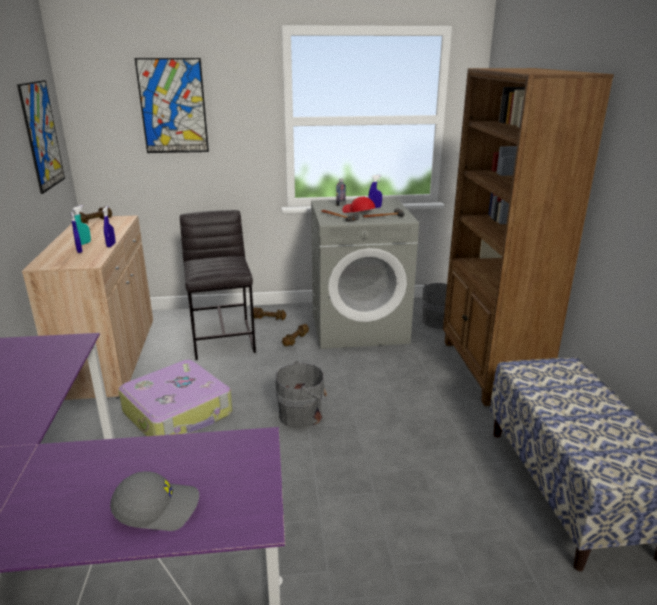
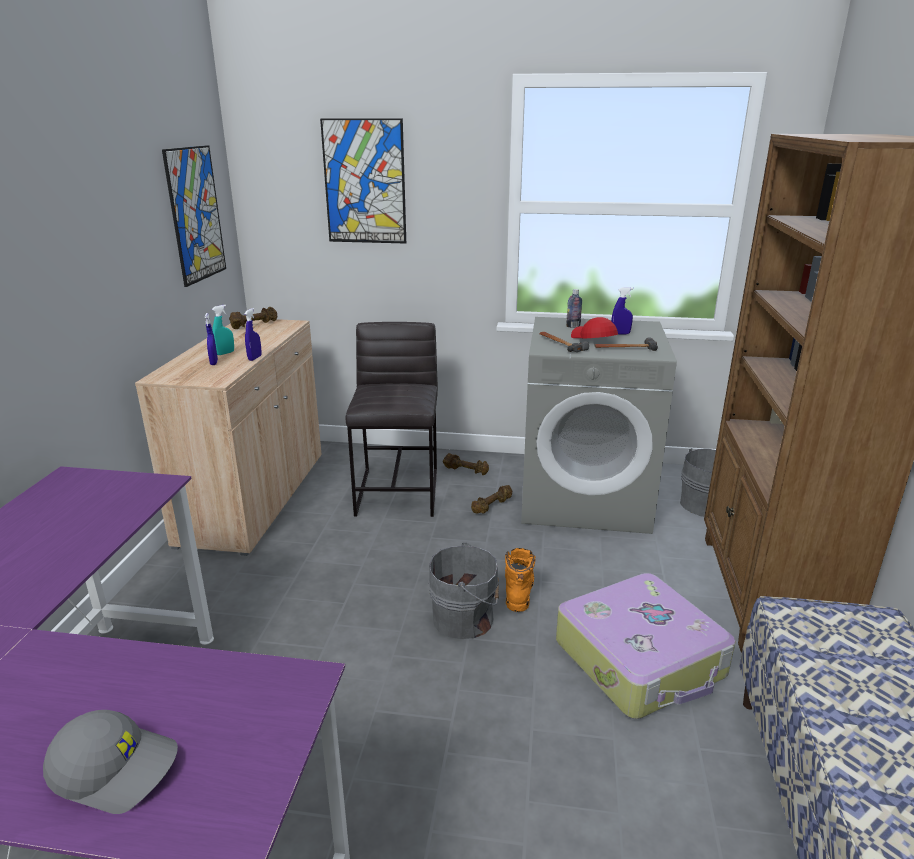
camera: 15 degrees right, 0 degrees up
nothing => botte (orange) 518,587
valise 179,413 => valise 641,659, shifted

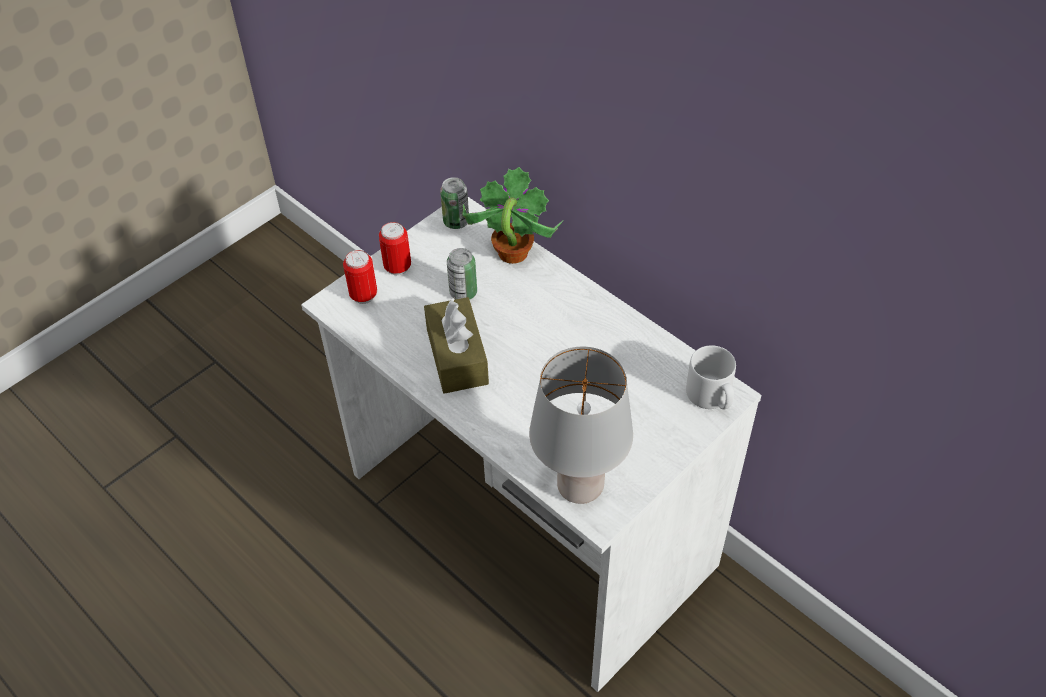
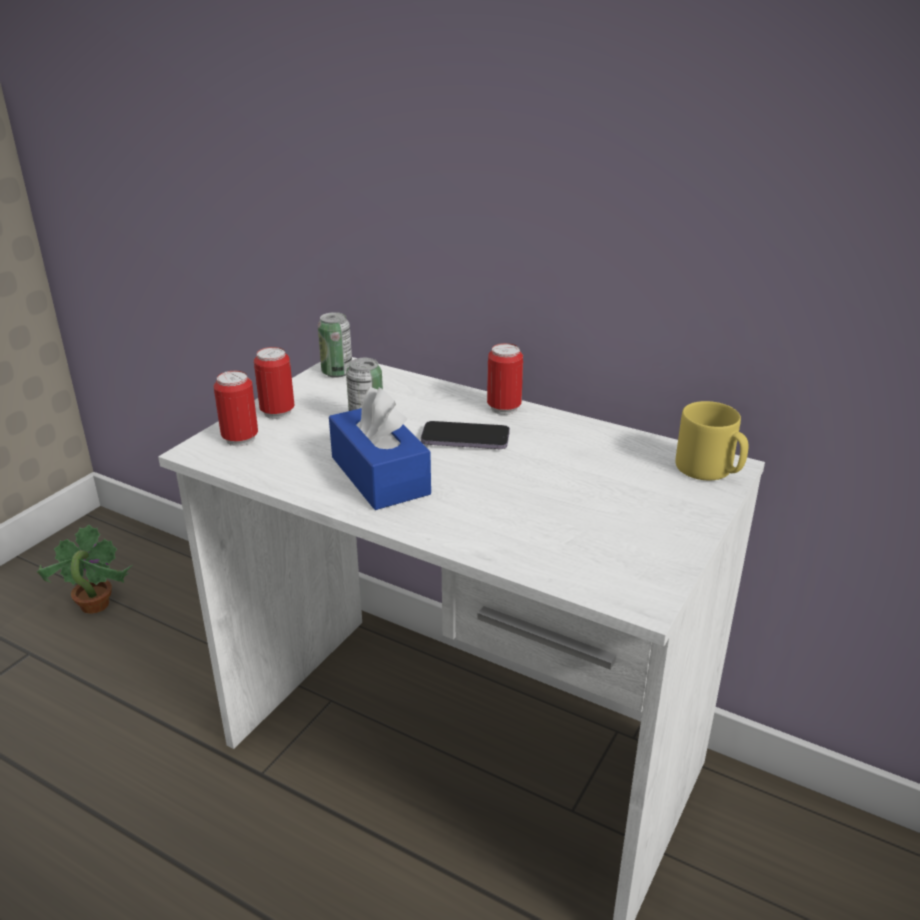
camera: 15 degrees left, 20 degrees down
lampe de table (gris) 580,488 => nothing
nothing => téléphone 465,438
nothing => boîte métallique 504,408
plante en pot 511,253 => plante en pot 94,605, shifted
boîte à mouchoirs (marron) 457,356 => boîte à mouchoirs (bleu) 380,475
mug (gris) 711,397 => mug (jaune) 709,470

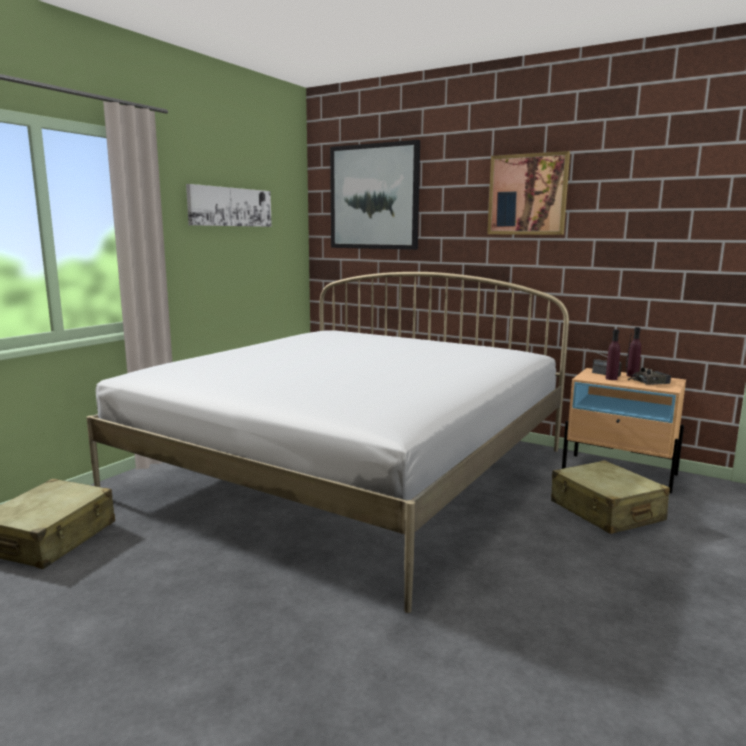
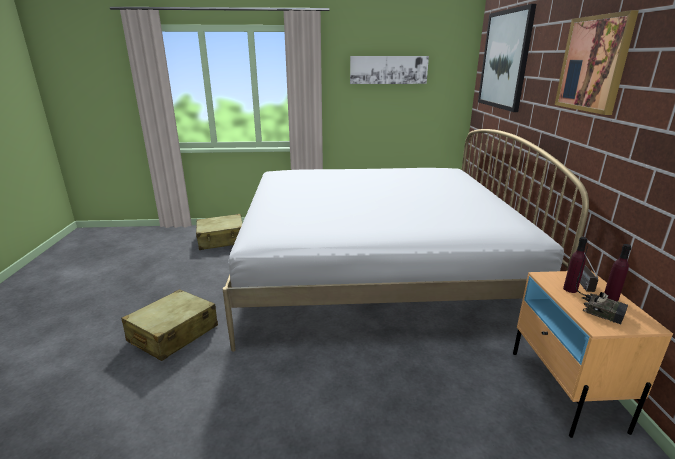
camera: 55 degrees right, 10 degrees up
valise (beige) 606,511 => valise (beige) 173,334, shifted

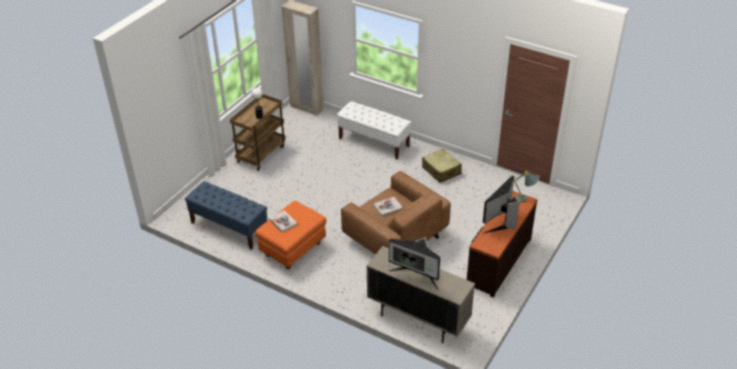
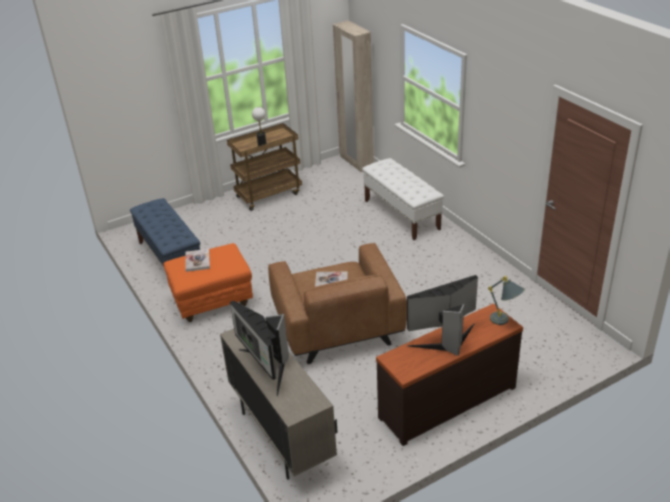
camera: 30 degrees right, 5 degrees down
valise (beige) 441,171 => nothing

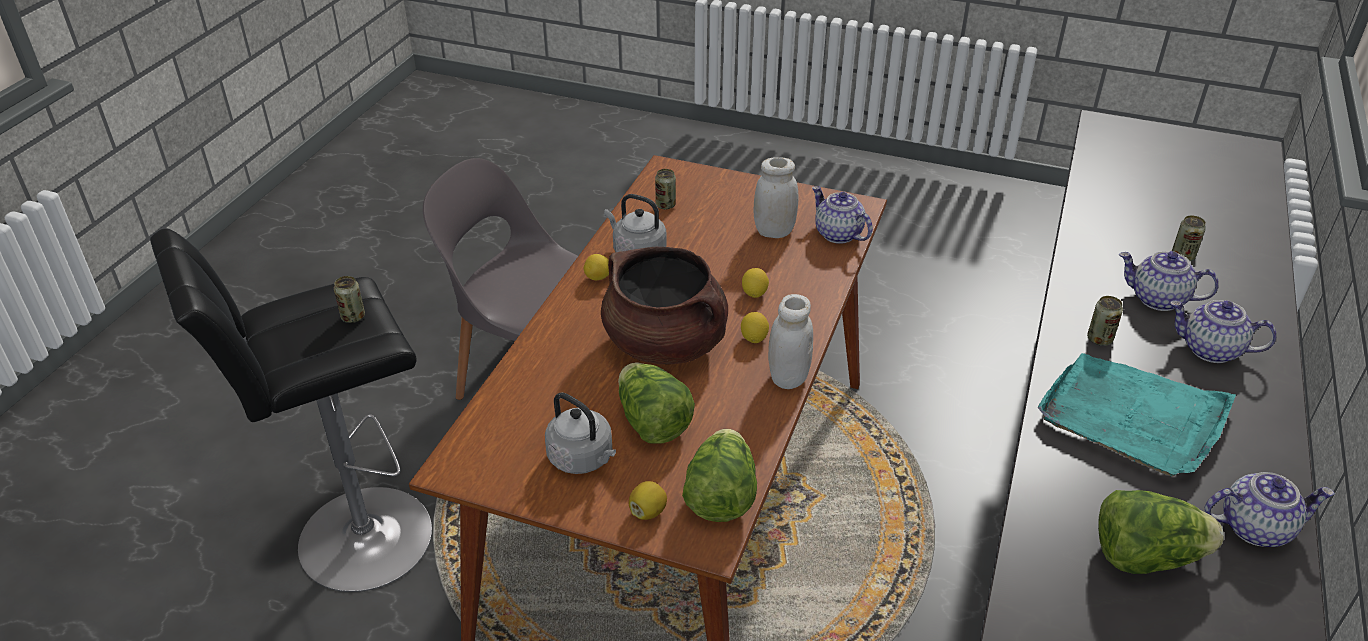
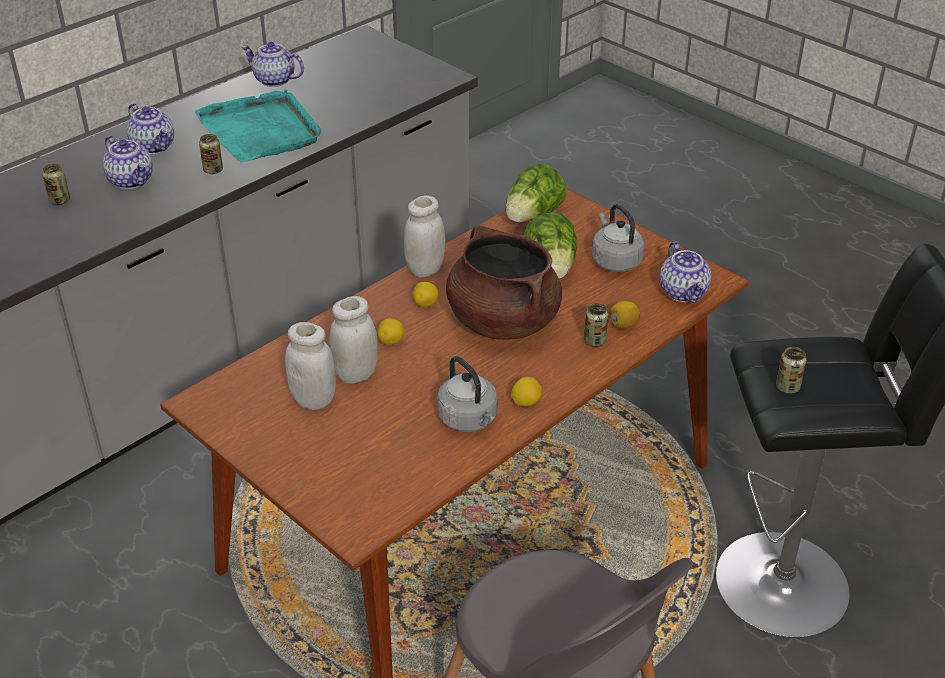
camera: 155 degrees left, 0 degrees up
laitue 1145,556 => nothing
nothing => bocal (blanc) 356,374
citron 648,511 => citron 623,325, shifted
boîte métallique 665,205 => boîte métallique 594,341, shifted
théière 837,234 => théière 684,292, shifted

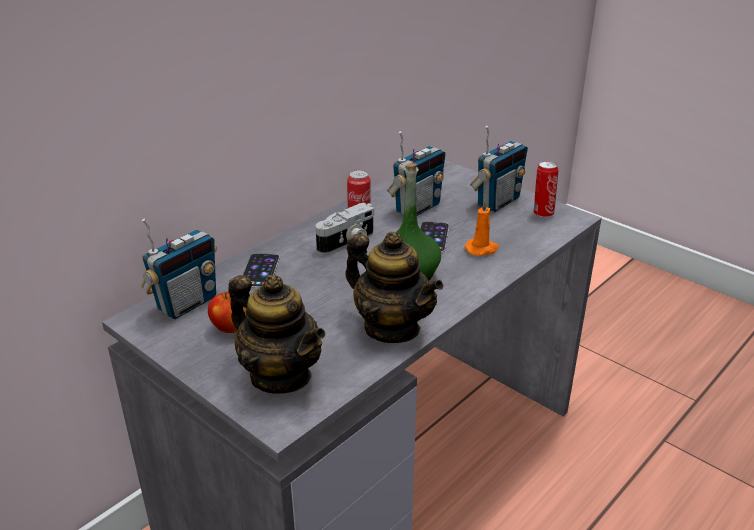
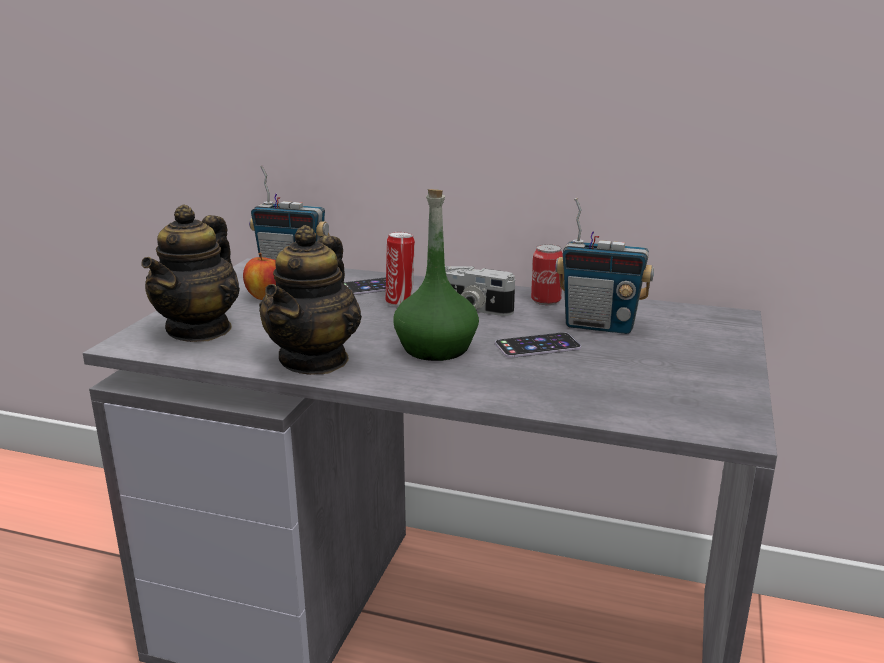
camera: 65 degrees right, 10 degrees down
bougie (orange) 482,249 => nothing
radio 497,202 => nothing
boîte métallique 542,213 => boîte métallique 400,302, shifted

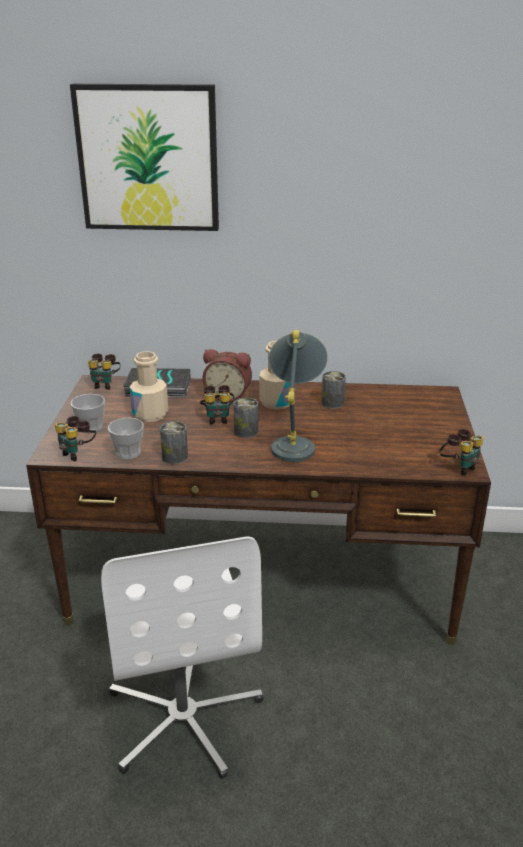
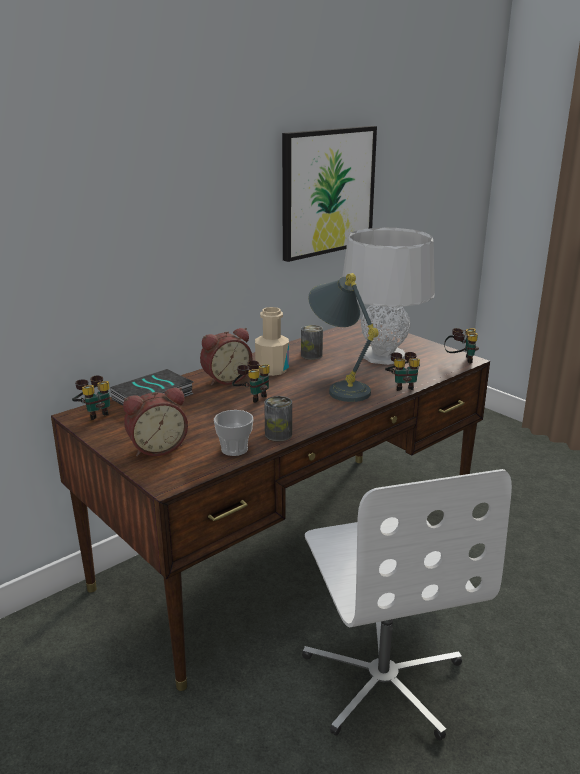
camera: 45 degrees left, 5 degrees down
bouteille (beige) 150,414 => nothing
boîte métallique 246,432 => nothing
nothing => lampe de table (gris) 383,356
jumelles 78,453 => jumelles 402,386, shifted
tableau 148,158 => tableau 327,192, shifted
tasse 91,427 => réveil 157,447
chaise de bureau (blanc) 184,716 => chaise de bureau (blanc) 383,678, 45 degrees clockwise

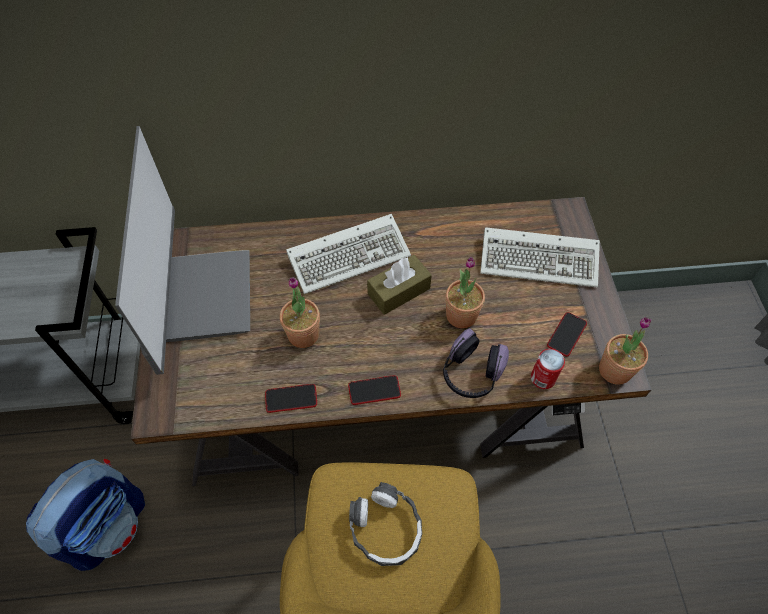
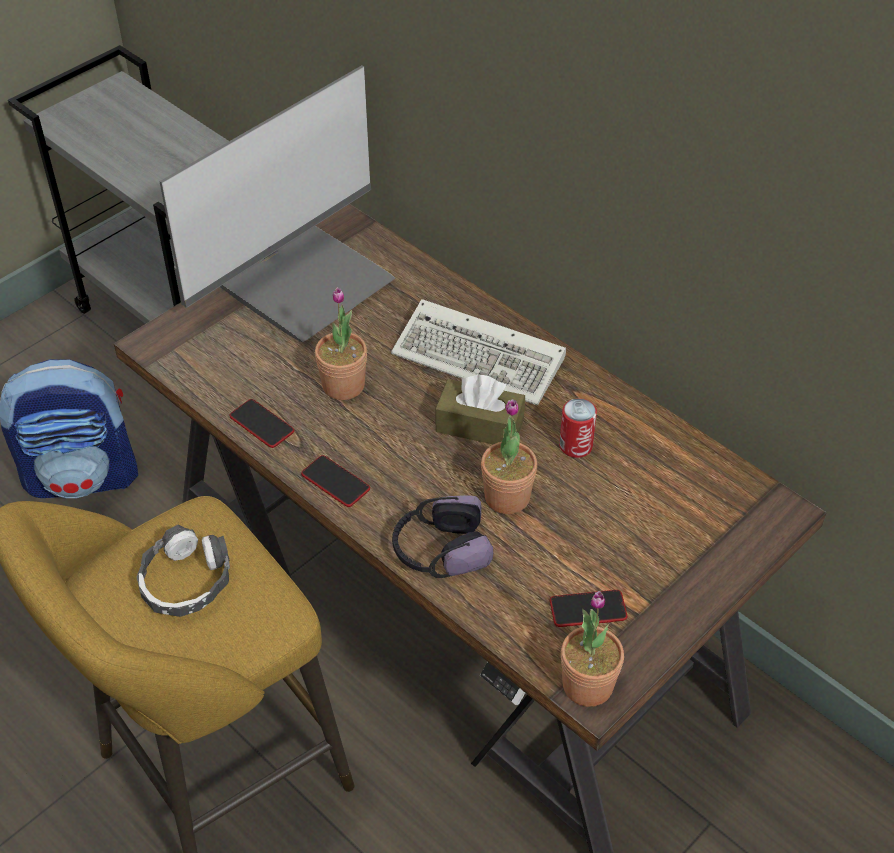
camera: 50 degrees right, 10 degrees down
clavier 541,260 => nothing
boîte métallique 543,378 => boîte métallique 575,446, shifted

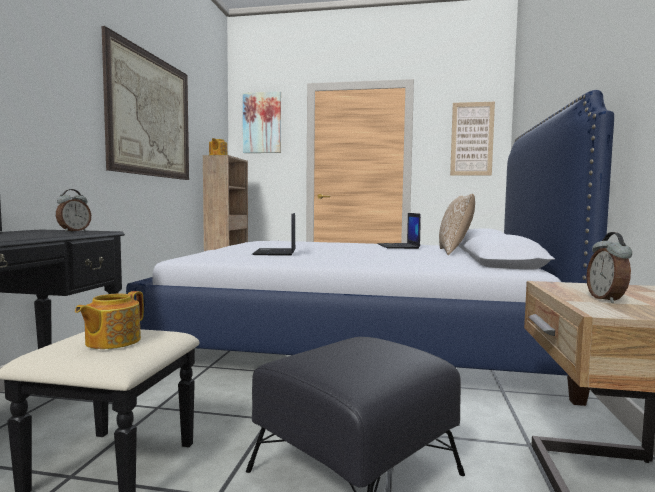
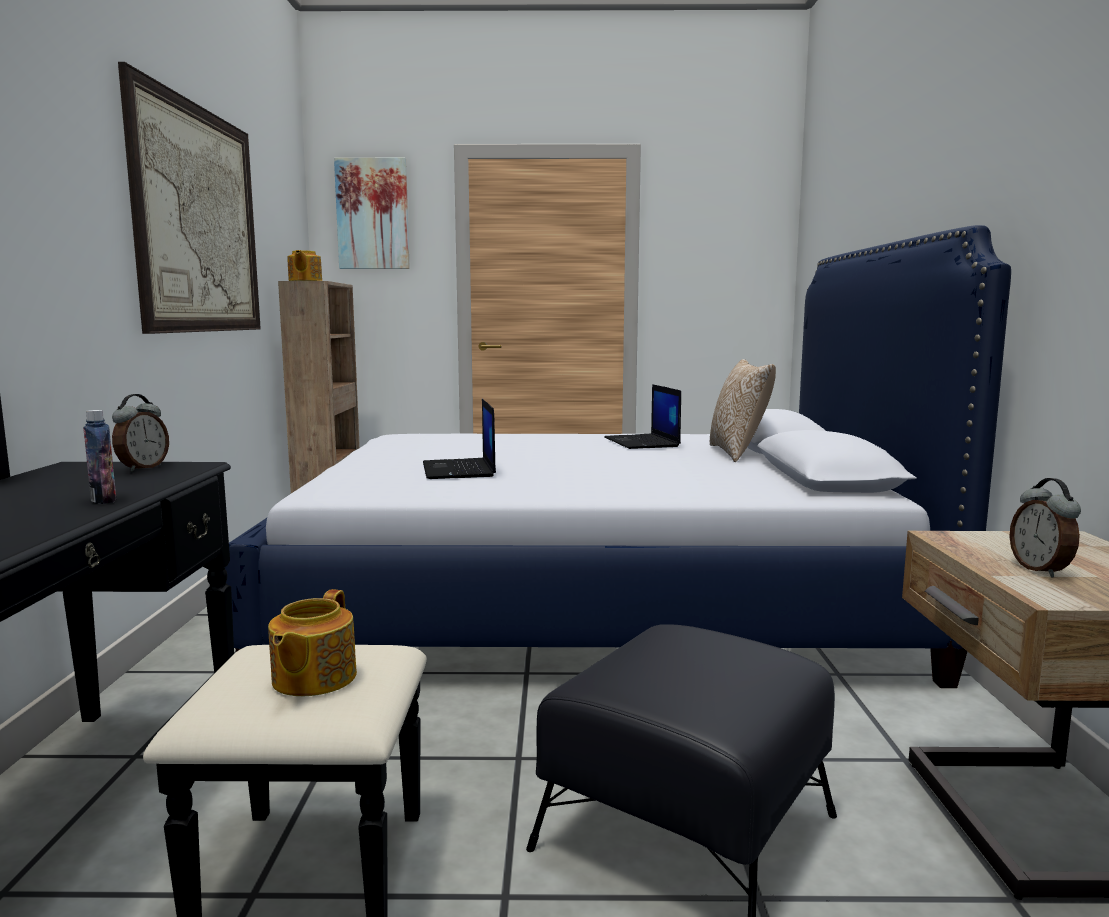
camera: 10 degrees left, 5 degrees up
tableau 472,139 => nothing
nothing => bouteille 103,500

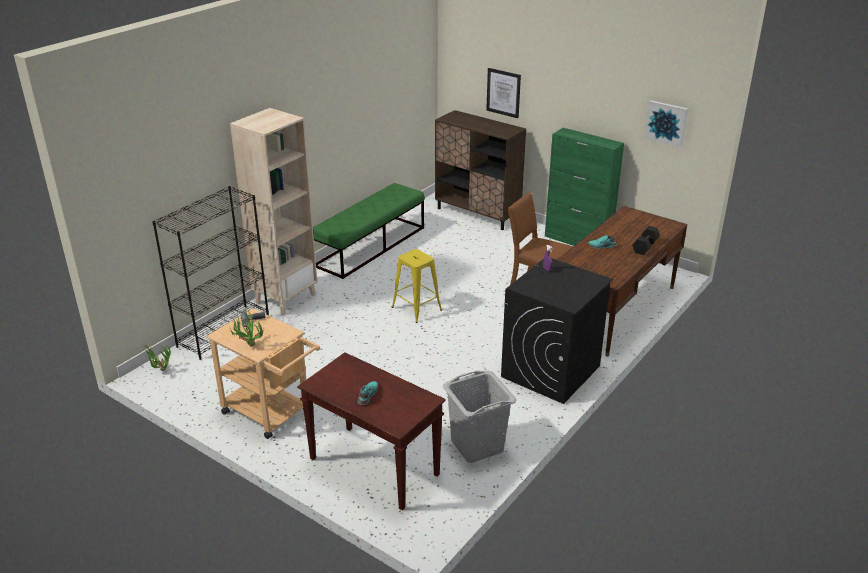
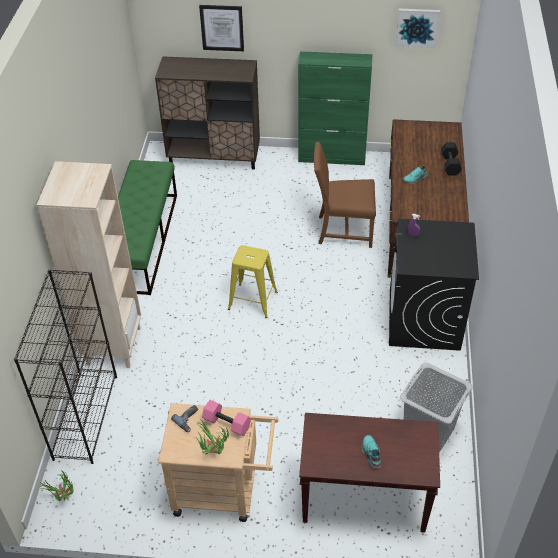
camera: 30 degrees left, 15 degrees up
nothing => haltère (rose) 227,423

